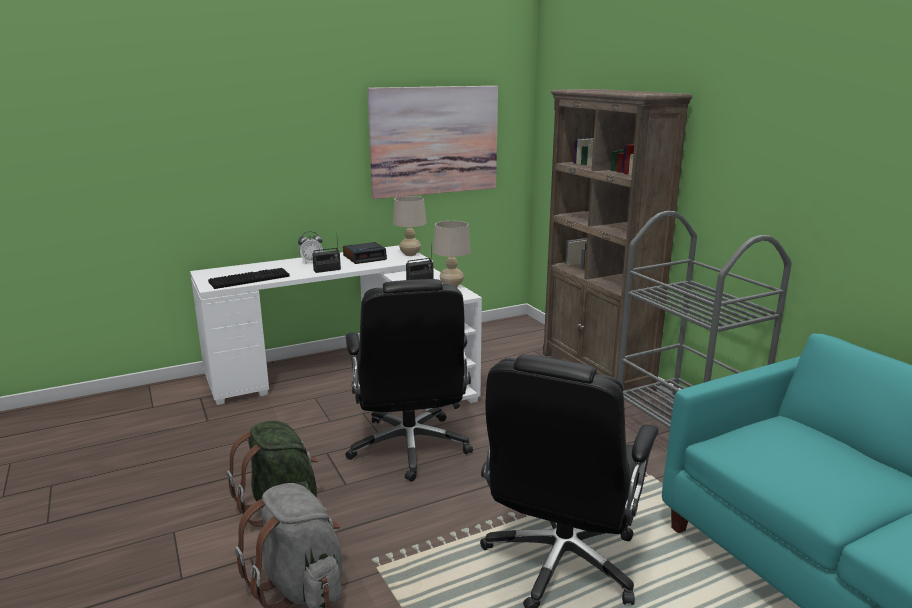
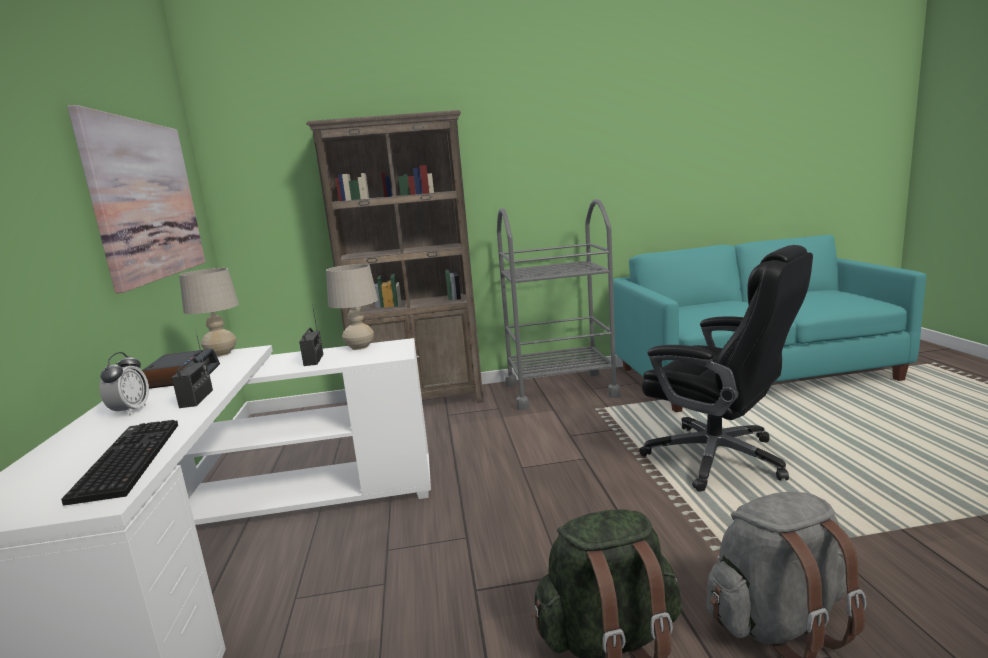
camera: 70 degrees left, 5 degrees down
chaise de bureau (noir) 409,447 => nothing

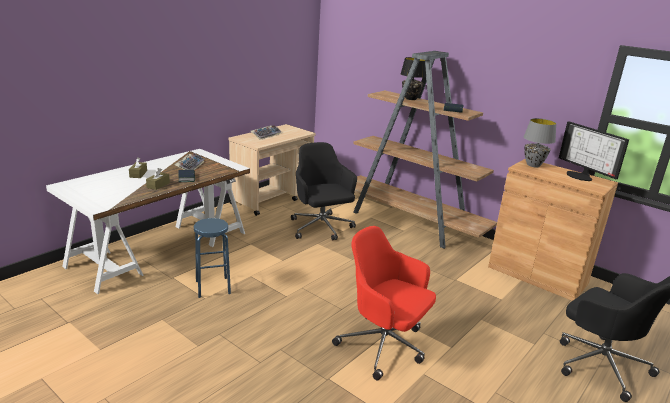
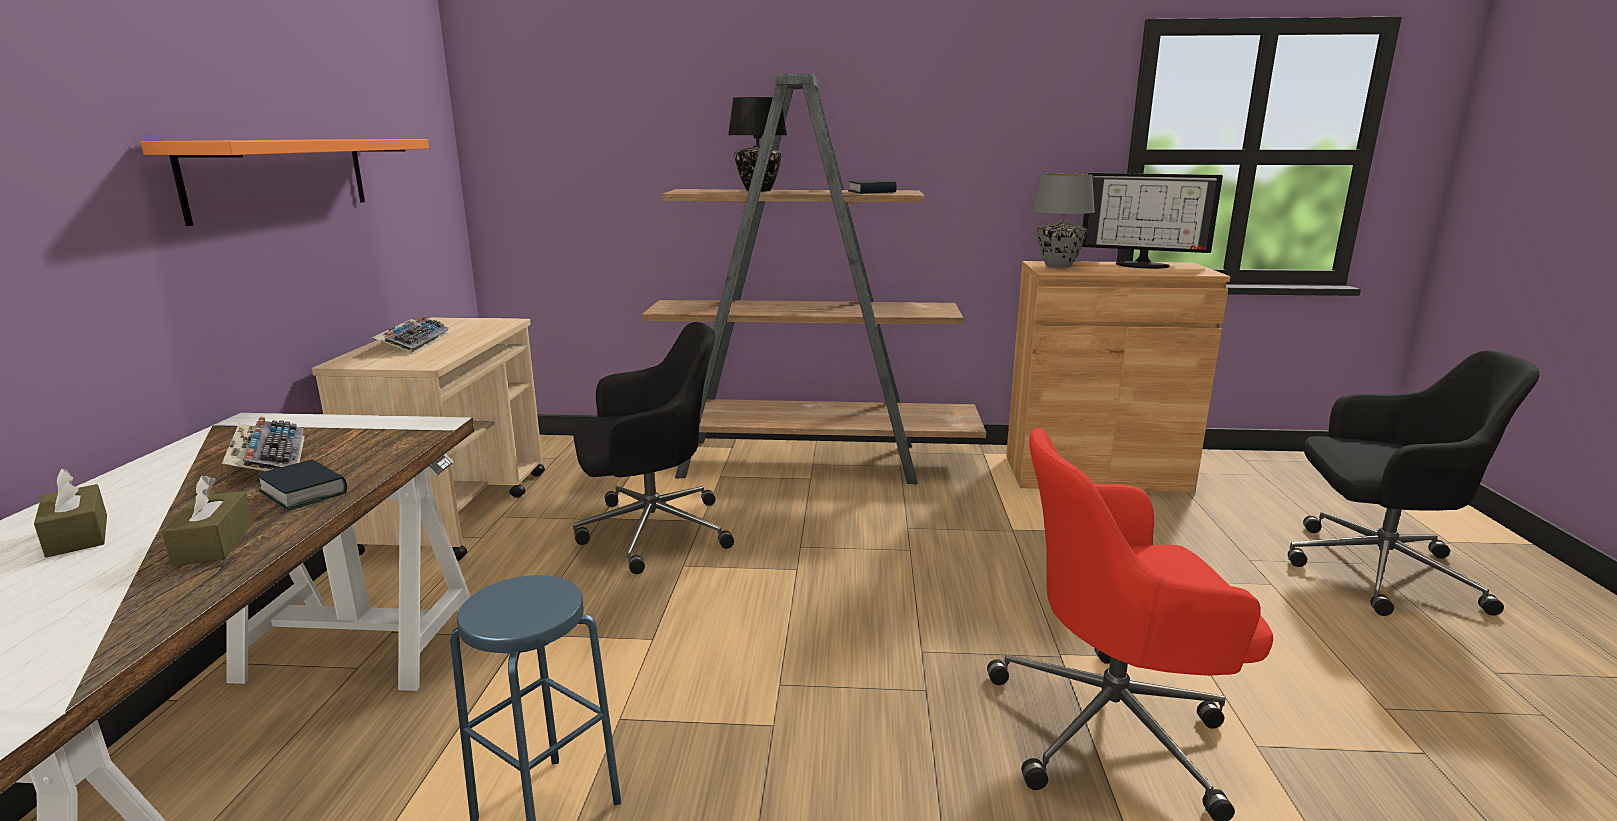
camera: 35 degrees left, 5 degrees down
nothing => étagère (orange) 280,176
chaise de bureau (noir) 321,228 => chaise de bureau (noir) 650,531, 135 degrees clockwise

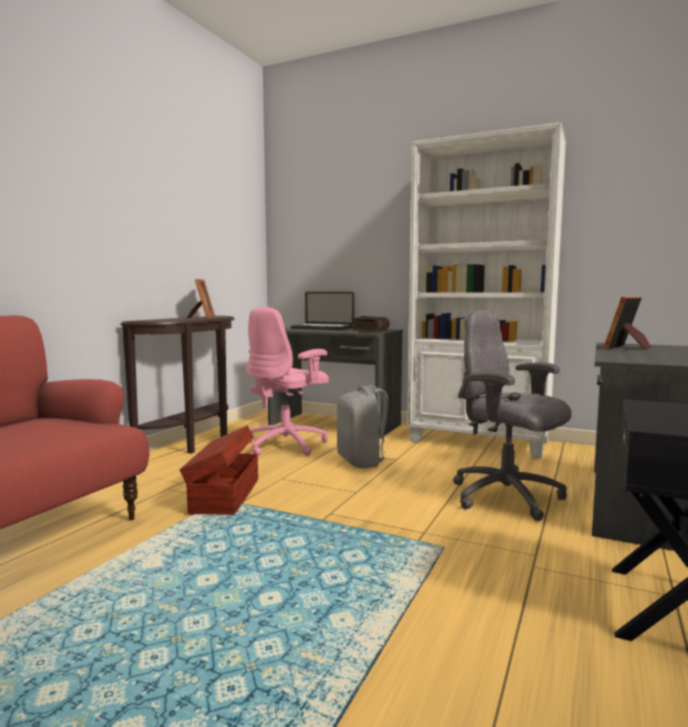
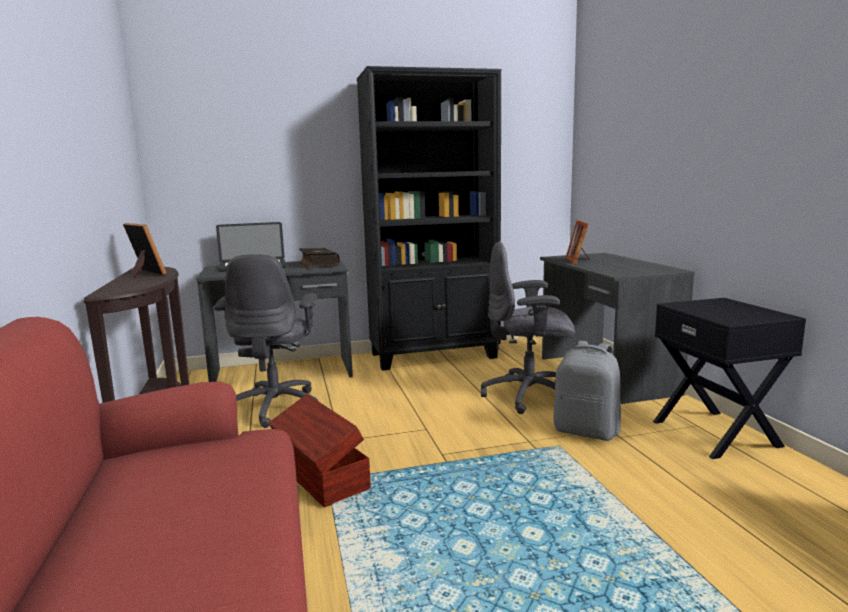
camera: 40 degrees left, 5 degrees up
sac à dos (gris) 362,461 => sac à dos (gris) 587,431, shifted
chaise de bureau (rose) 287,445 => chaise de bureau (gris) 276,407
bibliothèque (blanc) 479,442 => bibliothèque (noir) 434,356

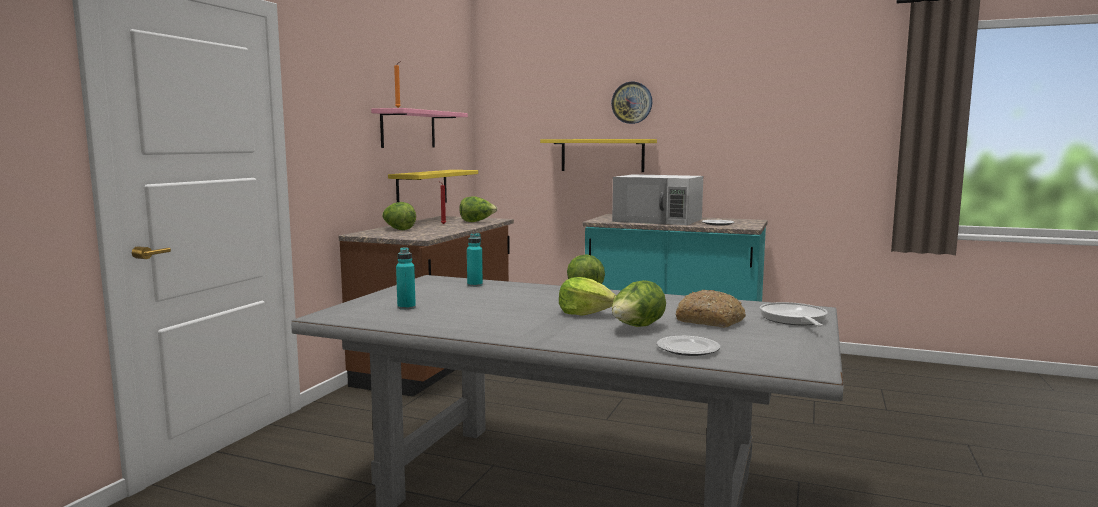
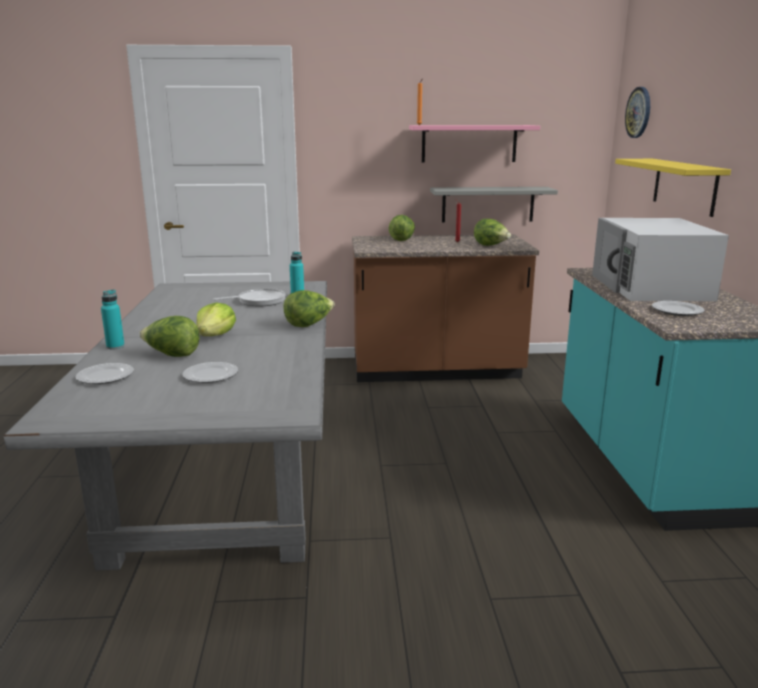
camera: 65 degrees right, 10 degrees up
bouteille (turquoise) 406,307 => bouteille (turquoise) 115,346, shifted
horloge murale 632,102 => horloge murale 639,112, shifted
poêle 794,319 => poêle 258,301, shifted
pain 710,321 => assiette 211,375
étagère (jaune) 422,189 => étagère (gris) 488,204

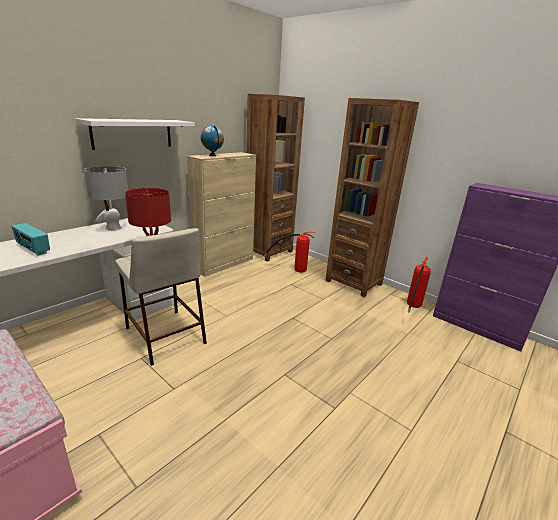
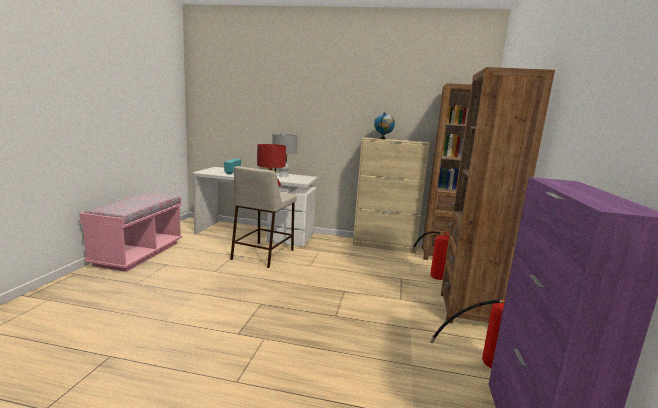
camera: 60 degrees right, 10 degrees down
étagère (blanc) 132,133 => nothing

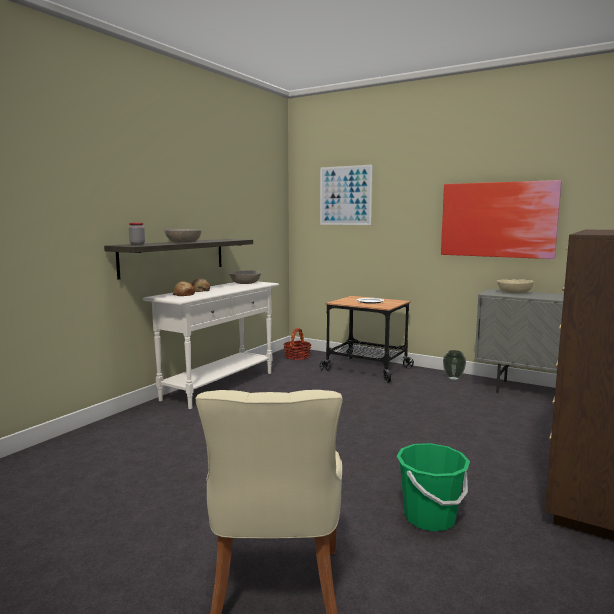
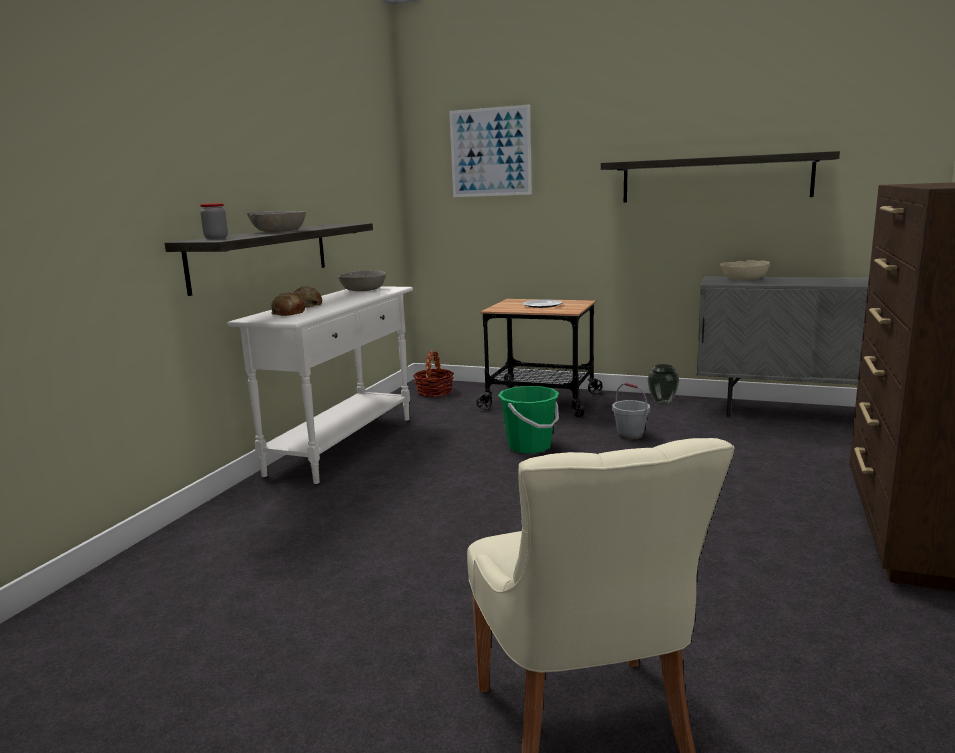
camera: 10 degrees left, 5 degrees up
nothing => seau (gris) 630,435
seau (vert) 430,518 => seau (vert) 529,446, shifted
tableau 497,220 => étagère 715,179

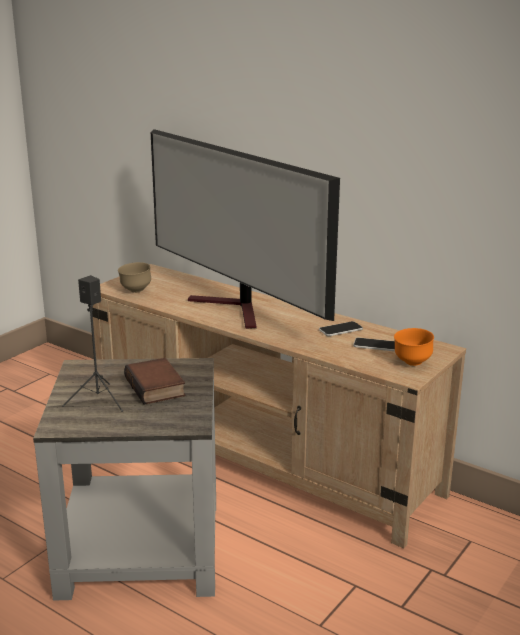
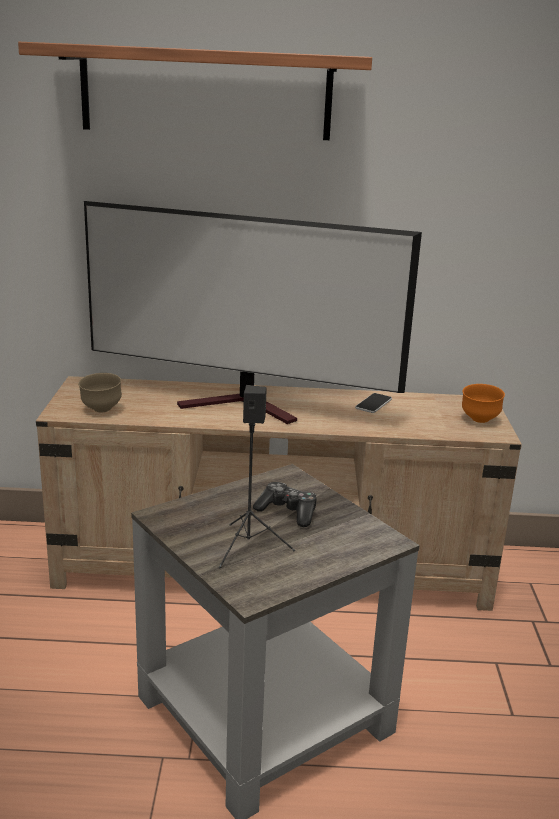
camera: 35 degrees left, 0 degrees up
téléphone 375,345 => nothing
nothing => étagère 206,92
livre 157,387 => manette 287,512

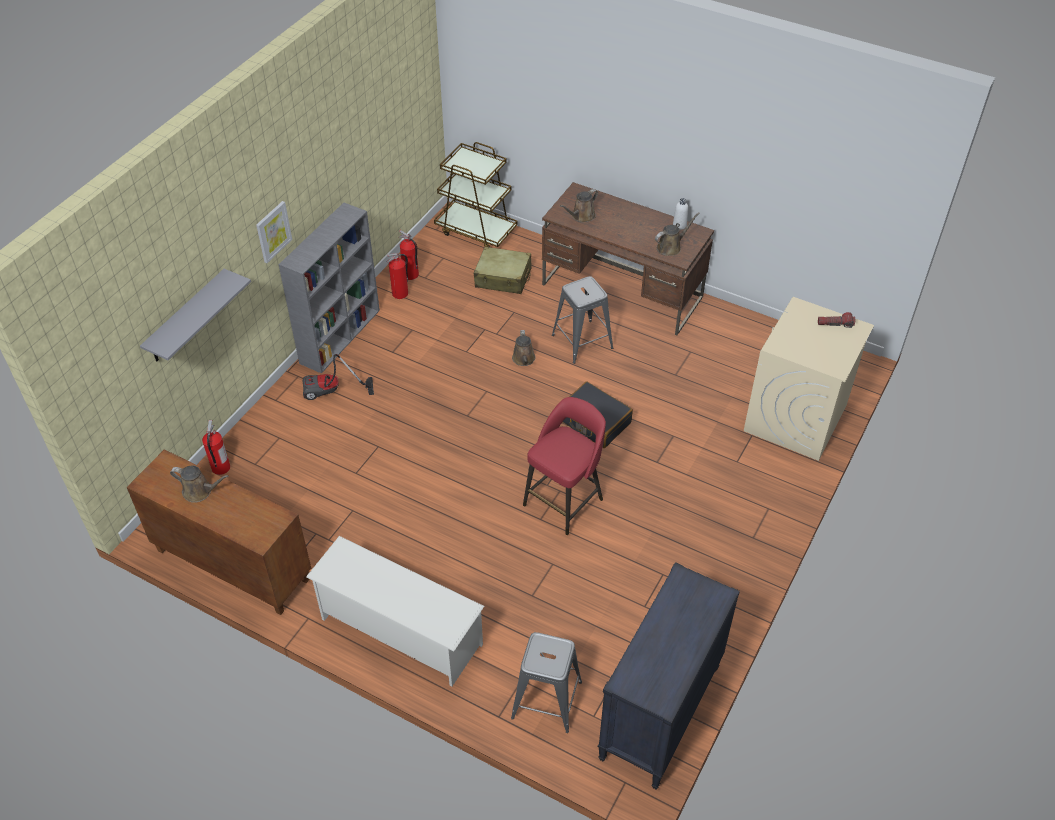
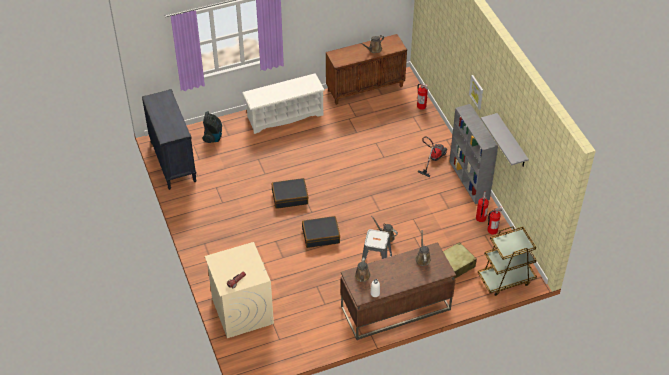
camera: 130 degrees right, 0 degrees up
étagère (gris) 186,317 => étagère (gris) 511,141, shifted
tabouret (gris) 547,700 => aspirateur 213,137
tabouret (rouge) 565,501 => valise (noir) 290,197

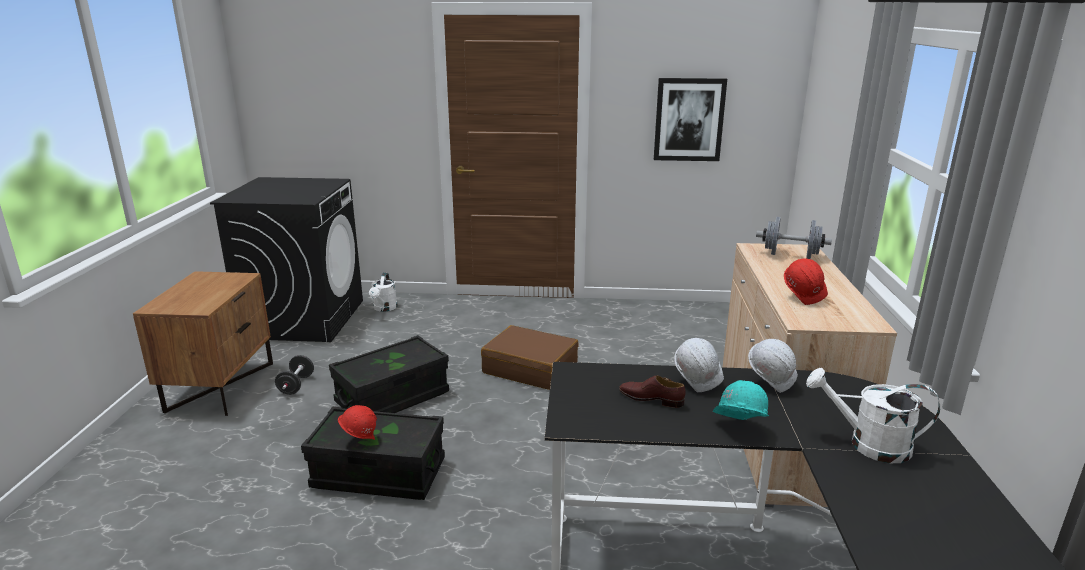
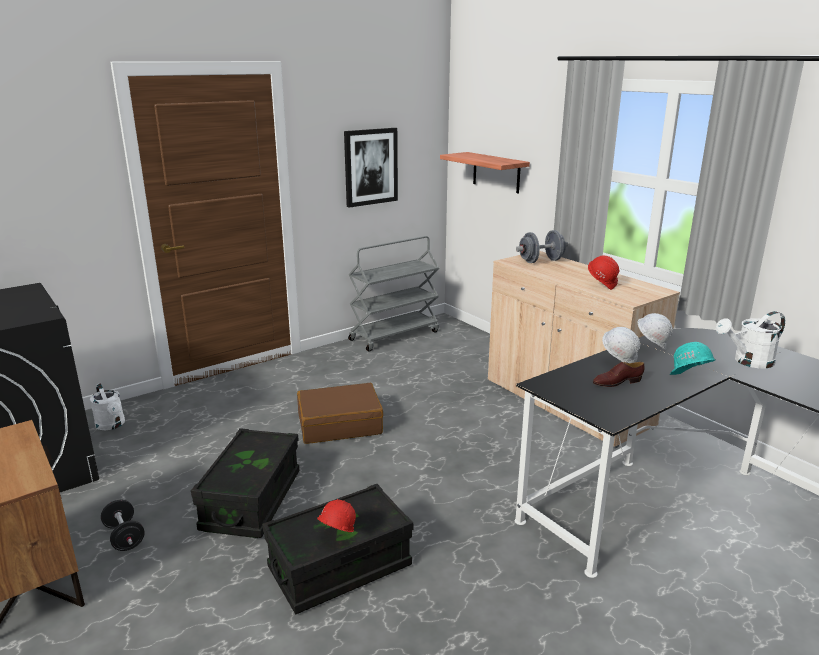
camera: 40 degrees left, 0 degrees up
nothing => chariot (gris) 394,335
nothing => étagère 496,172

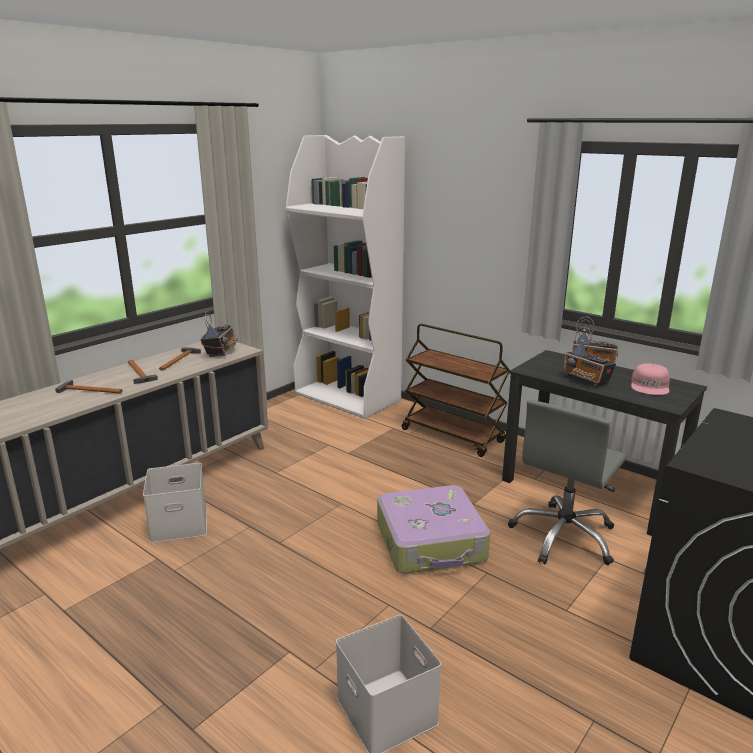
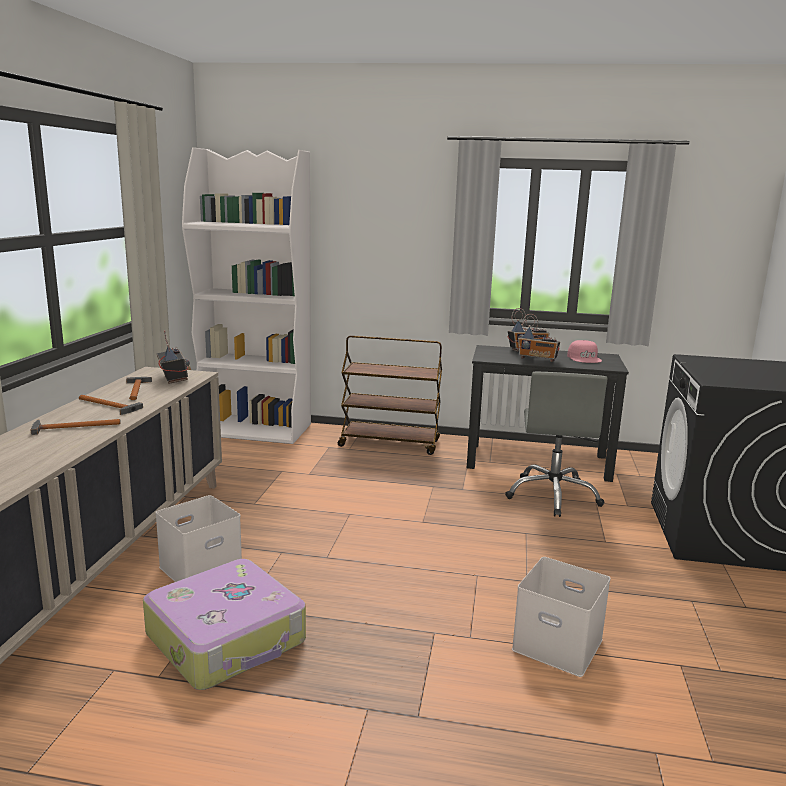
camera: 30 degrees left, 5 degrees down
valise 431,542 => valise 228,639, shifted

